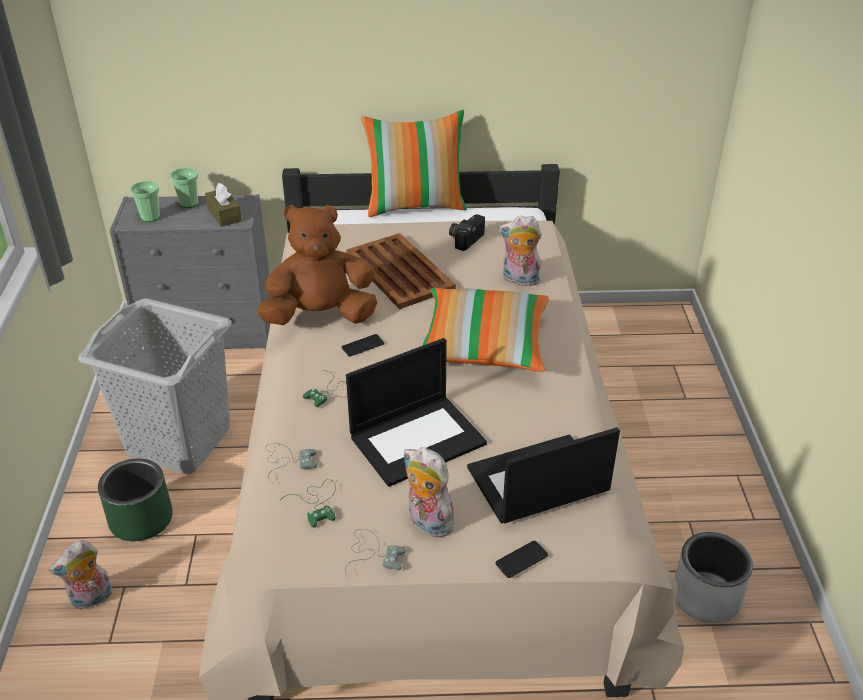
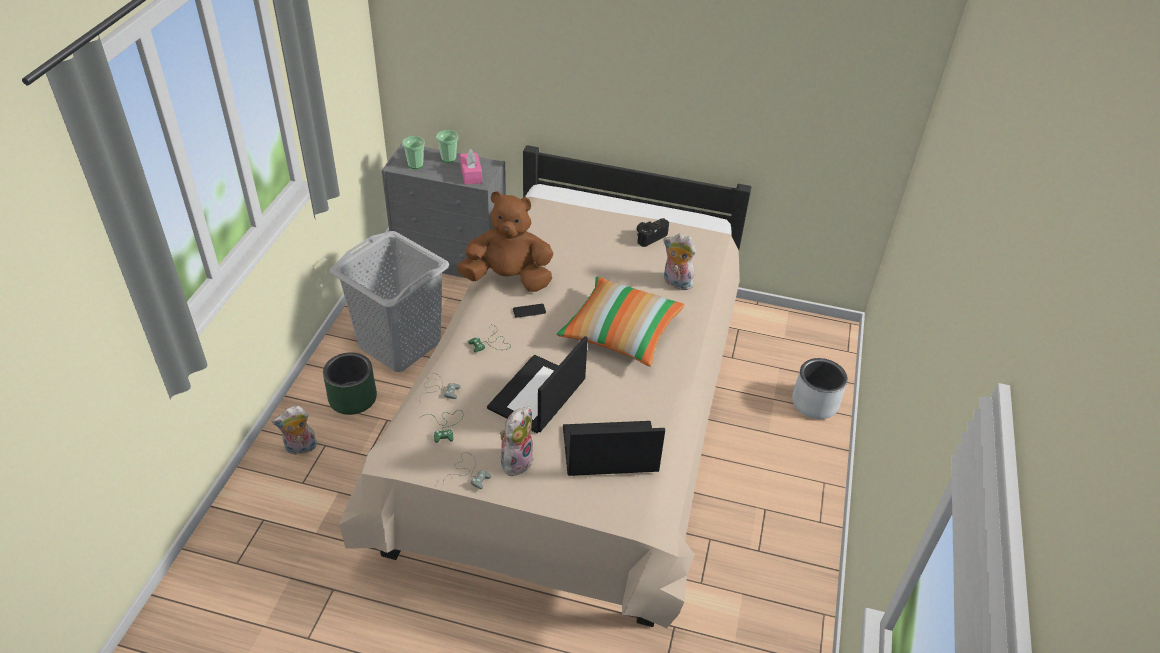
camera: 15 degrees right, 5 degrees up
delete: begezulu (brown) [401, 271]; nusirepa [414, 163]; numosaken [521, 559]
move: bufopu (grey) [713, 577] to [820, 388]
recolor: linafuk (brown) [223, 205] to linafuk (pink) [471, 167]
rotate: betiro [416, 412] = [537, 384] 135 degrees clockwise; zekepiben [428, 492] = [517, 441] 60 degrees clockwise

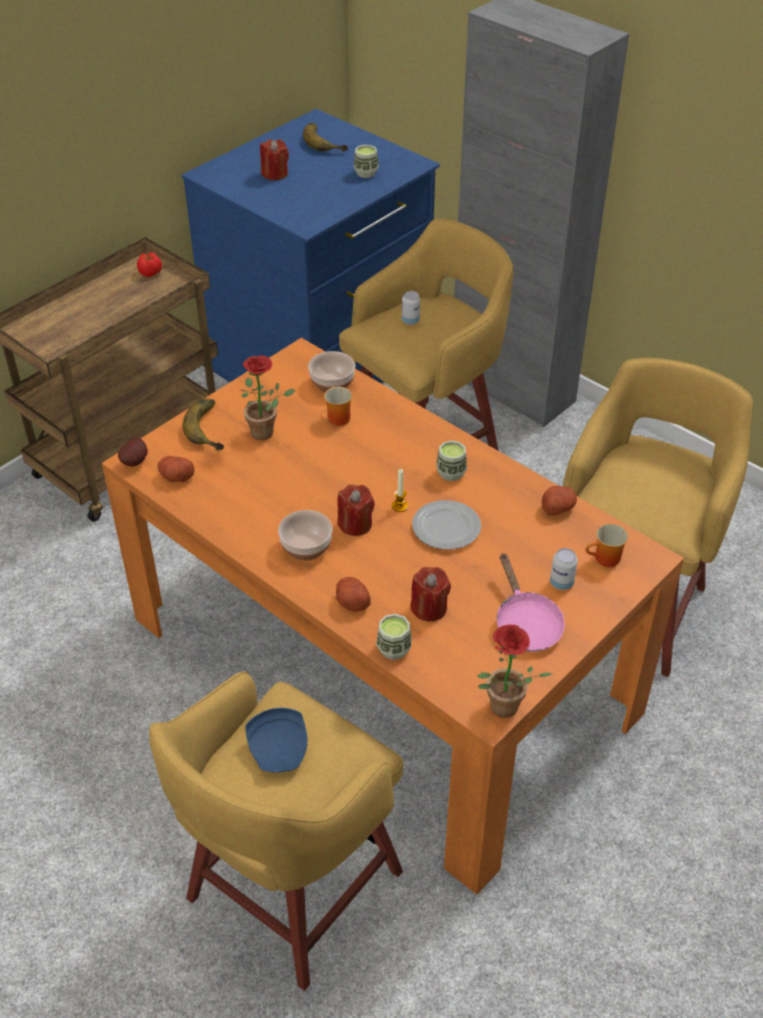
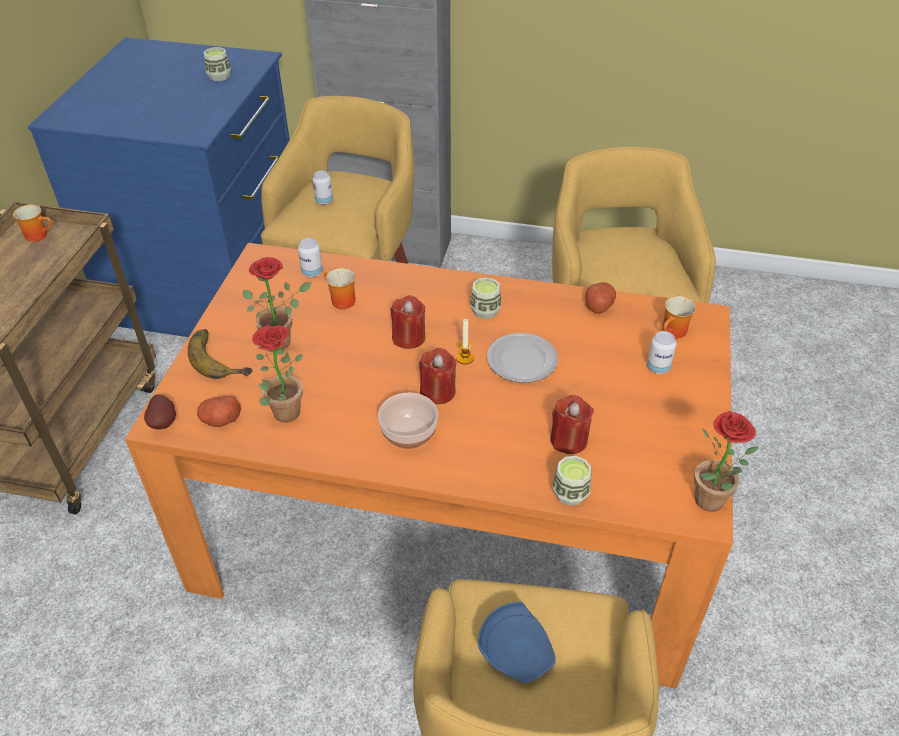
camera: 30 degrees left, 0 degrees up
delete: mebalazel [325, 137]; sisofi [353, 594]; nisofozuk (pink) [531, 602]
insert: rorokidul [277, 373]
move: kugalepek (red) [274, 159] to [407, 322]
replace: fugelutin [149, 265] to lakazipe [33, 223]; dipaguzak [331, 371] to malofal [310, 257]

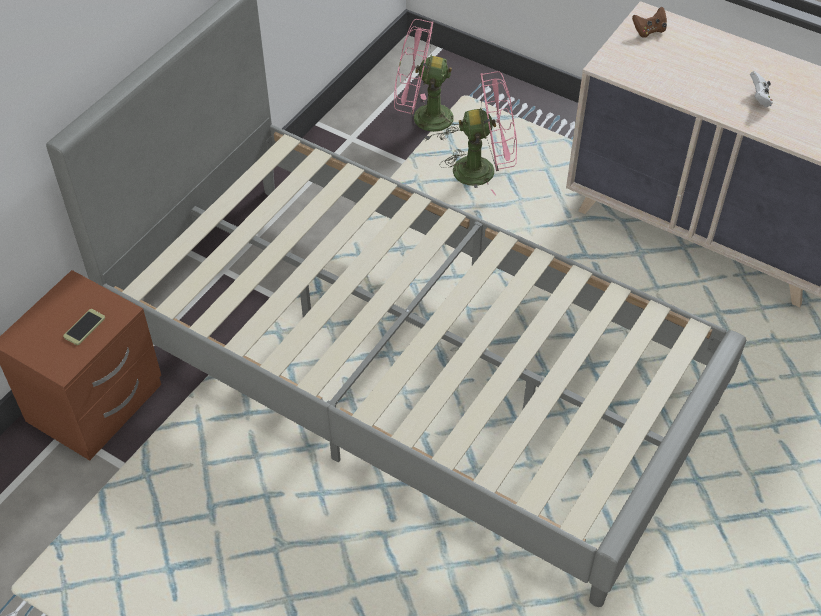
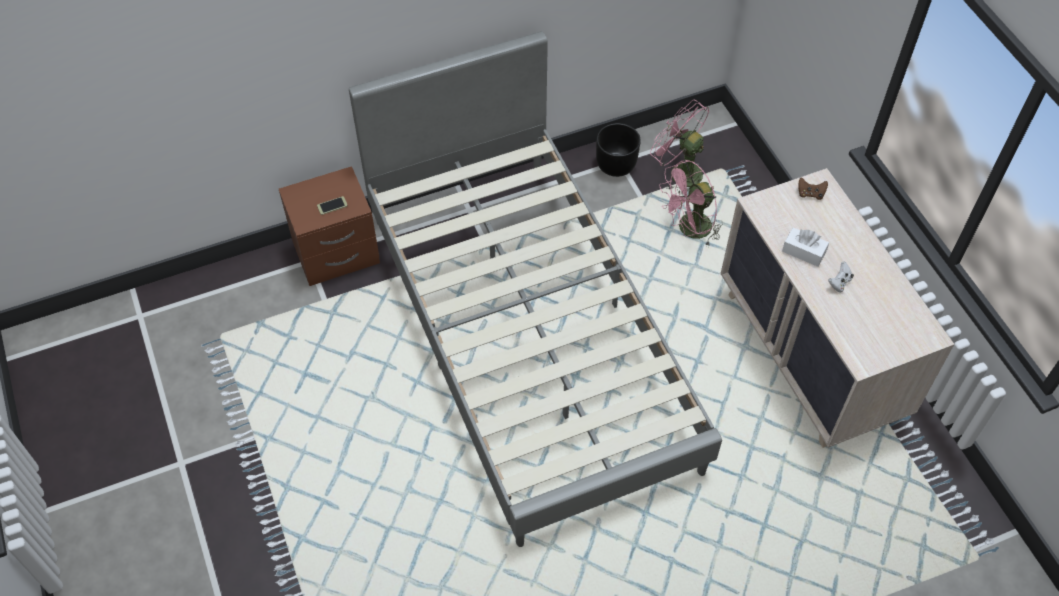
camera: 35 degrees right, 5 degrees up
insert: bufopu (black) [618, 150]; linafuk (white) [805, 247]
rotate: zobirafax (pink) [478, 133] = [691, 203] 120 degrees clockwise

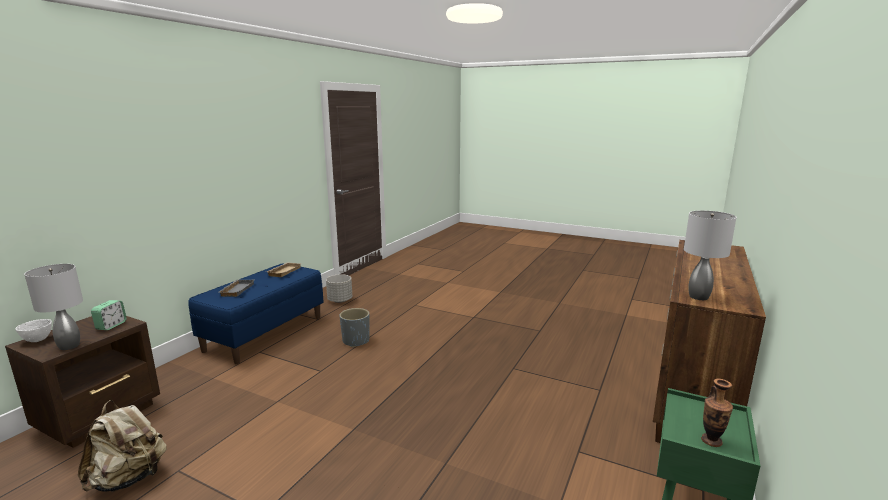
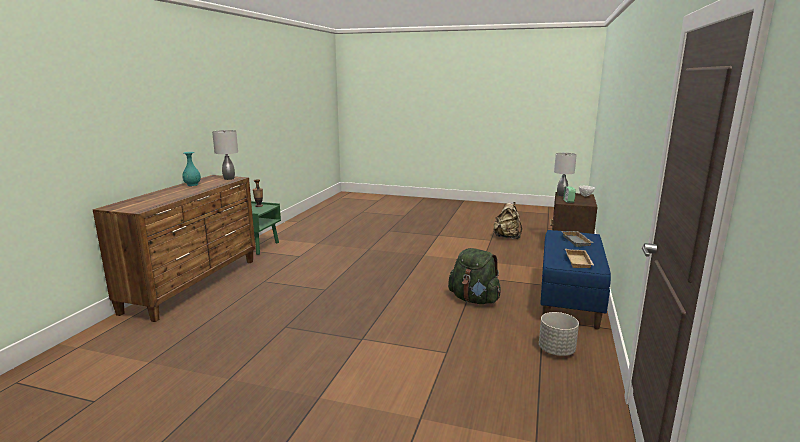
camera: 170 degrees right, 0 degrees up
insert: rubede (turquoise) [191, 169]
replace: bufopu (grey) [355, 327] to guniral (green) [474, 276]

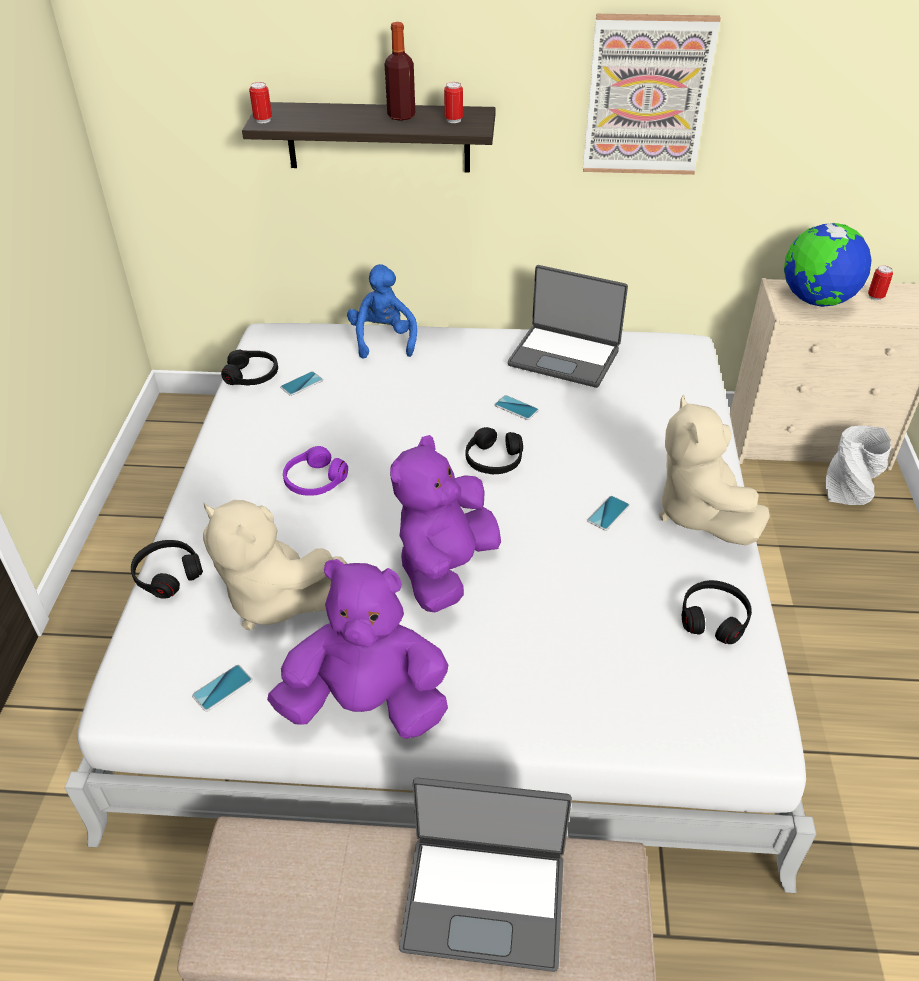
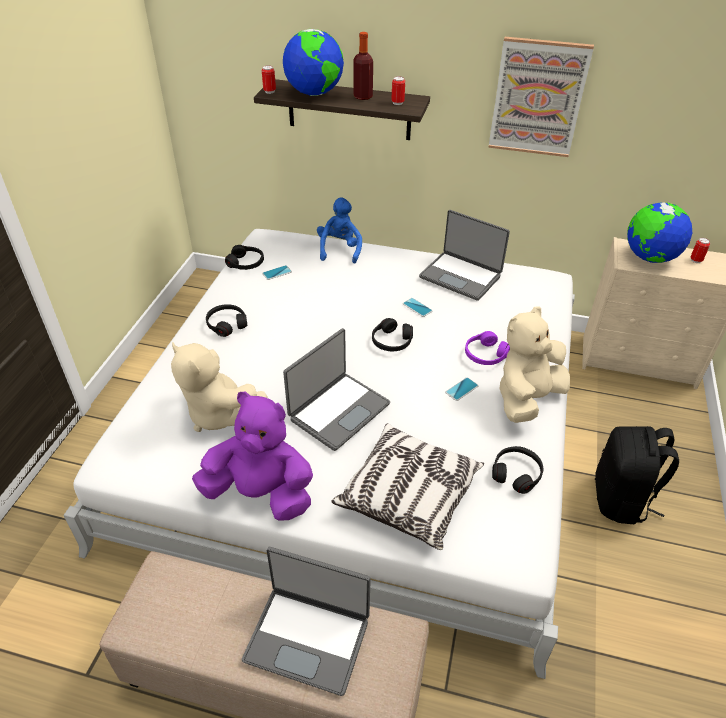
camera: 10 degrees right, 0 degrees up
delete: numosaken [222, 688]; rubede (grey) [858, 465]
insert: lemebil [313, 62]; nusirepa [407, 486]; guniral (black) [637, 475]
move: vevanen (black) [167, 569] to [226, 320]; vevanen (purple) [315, 471] to [487, 348]
replace: zekepiben (purple) [445, 523] to betiro [336, 389]
rotate: zekepiben (beige) [714, 470] = [535, 365] 45 degrees clockwise

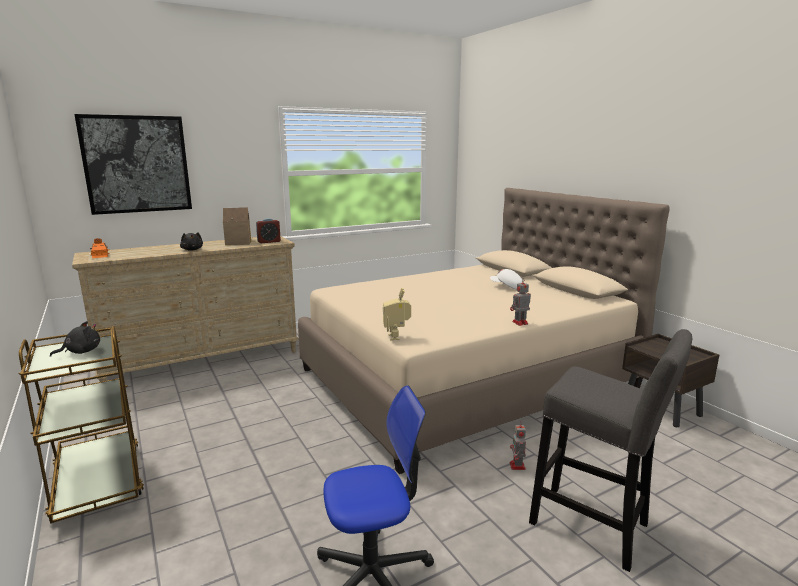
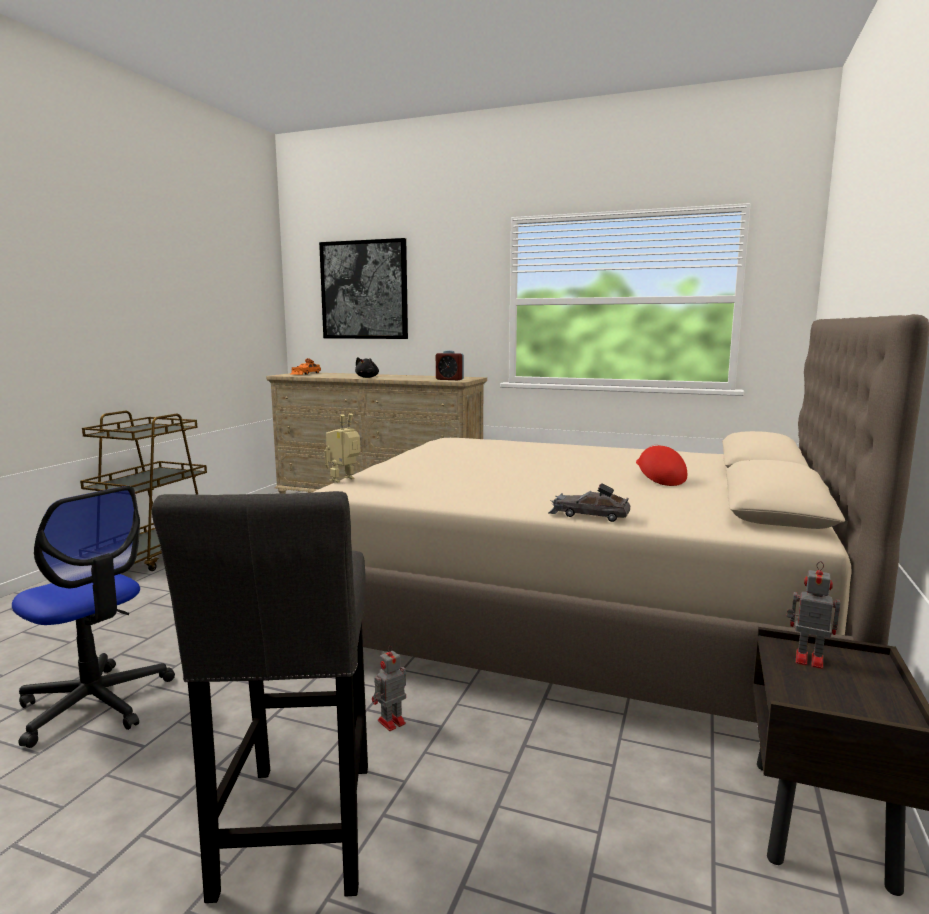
camera: 50 degrees right, 5 degrees down
delete: zekepiben (black) [75, 339]; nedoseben [237, 226]
insert: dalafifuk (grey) [589, 503]
move: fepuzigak [520, 302] to [813, 615]
recolor: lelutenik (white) [506, 279] to lelutenik (red) [661, 465]

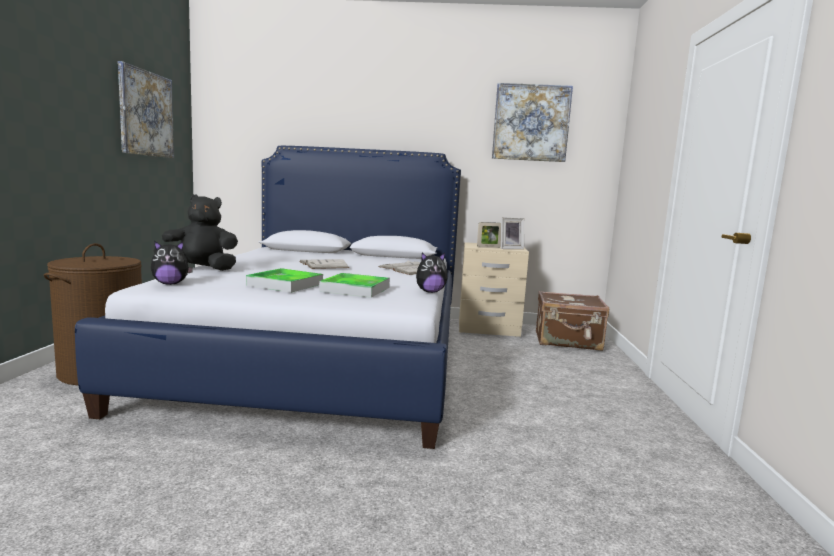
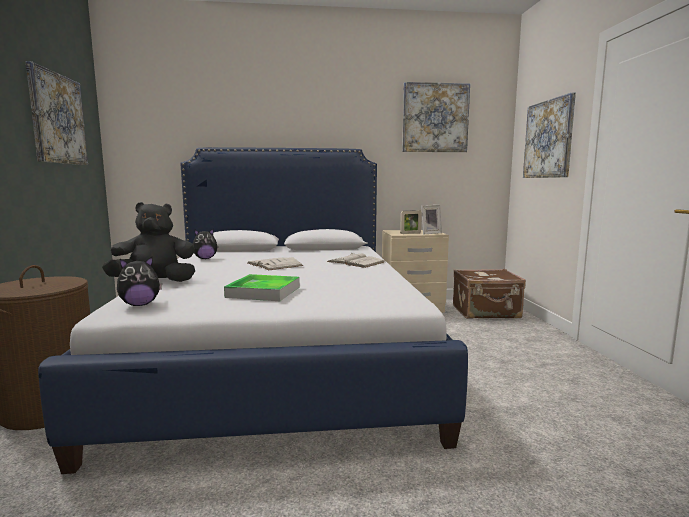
camera: 10 degrees left, 0 degrees up
delete: begezulu [354, 285]
insert: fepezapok [549, 135]
move: zekepiben [432, 273] to [205, 244]

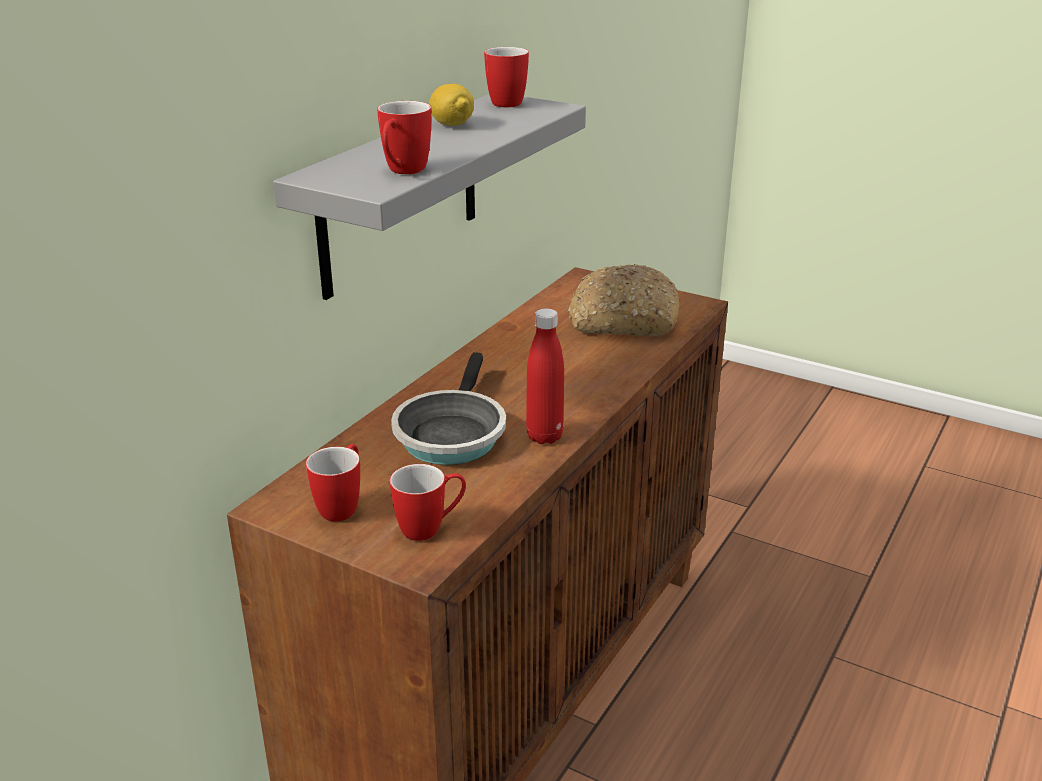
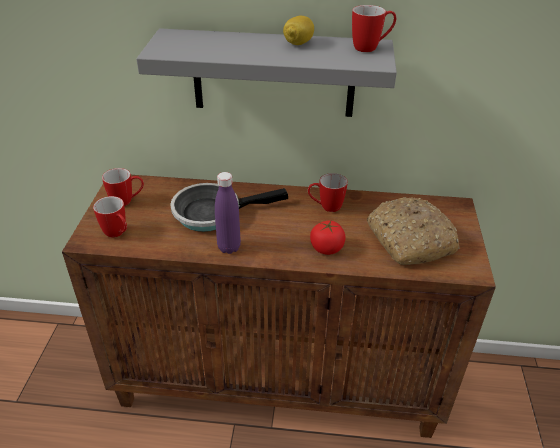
camera: 65 degrees right, 10 degrees up
insert: fugelutin [328, 237]
move: lakazipe [404, 137] to [328, 192]
recolor: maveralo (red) [545, 376] to maveralo (purple) [228, 213]

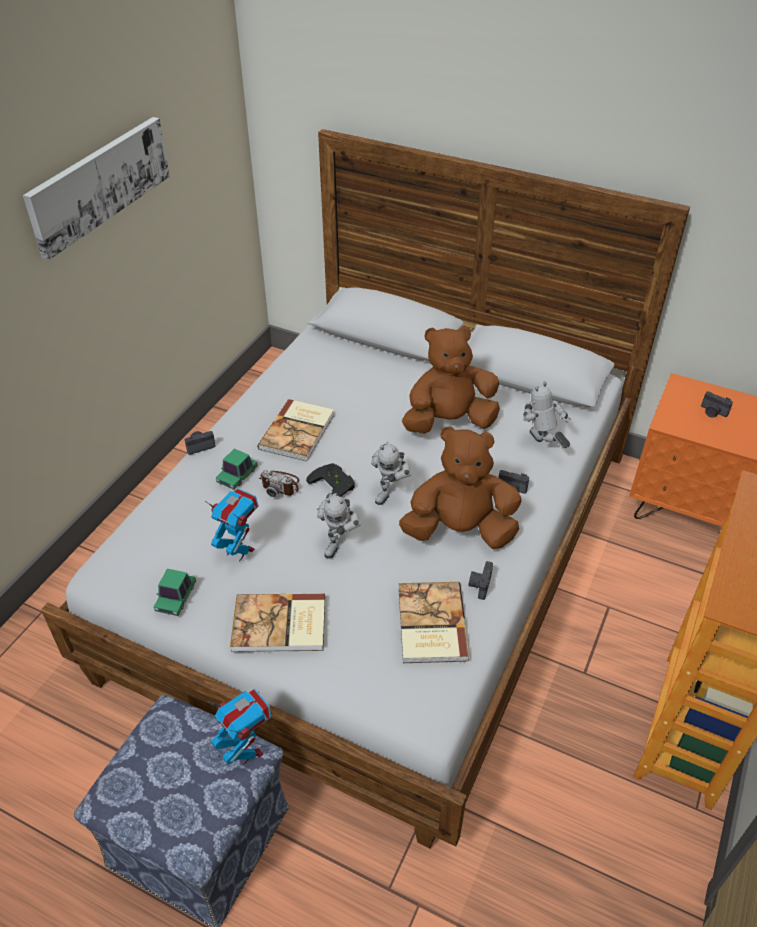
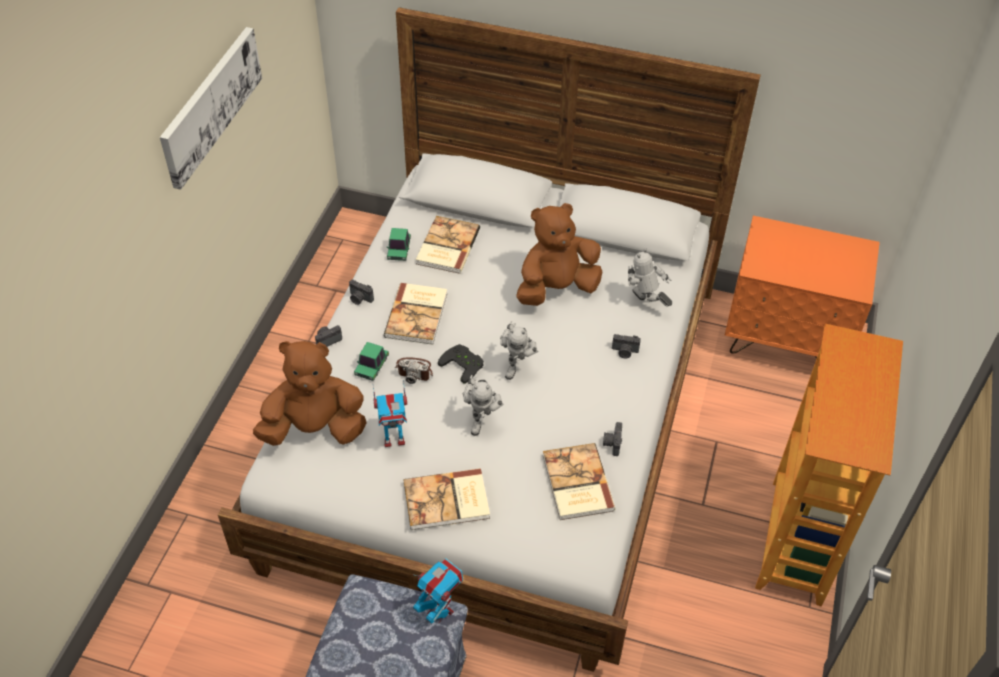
camera: 10 degrees left, 5 degrees up
insert: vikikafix [448, 245]
move: zekepiben (brown) [460, 487] to [310, 393]; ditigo [717, 404] to [361, 292]; dalafifuk [175, 592] to [399, 244]
rotate: fepuzigak [232, 524] = [390, 413] 150 degrees clockwise

